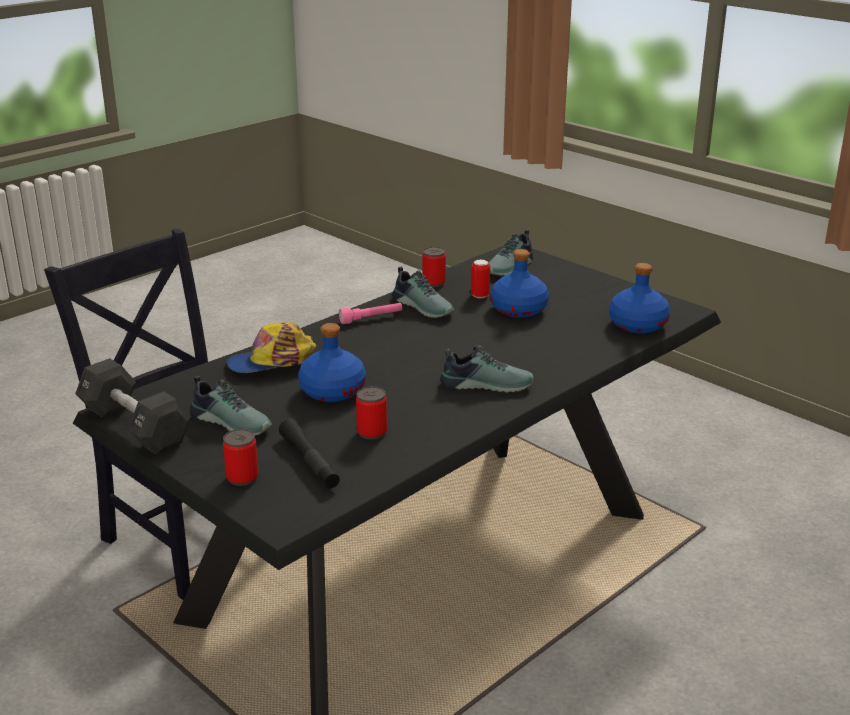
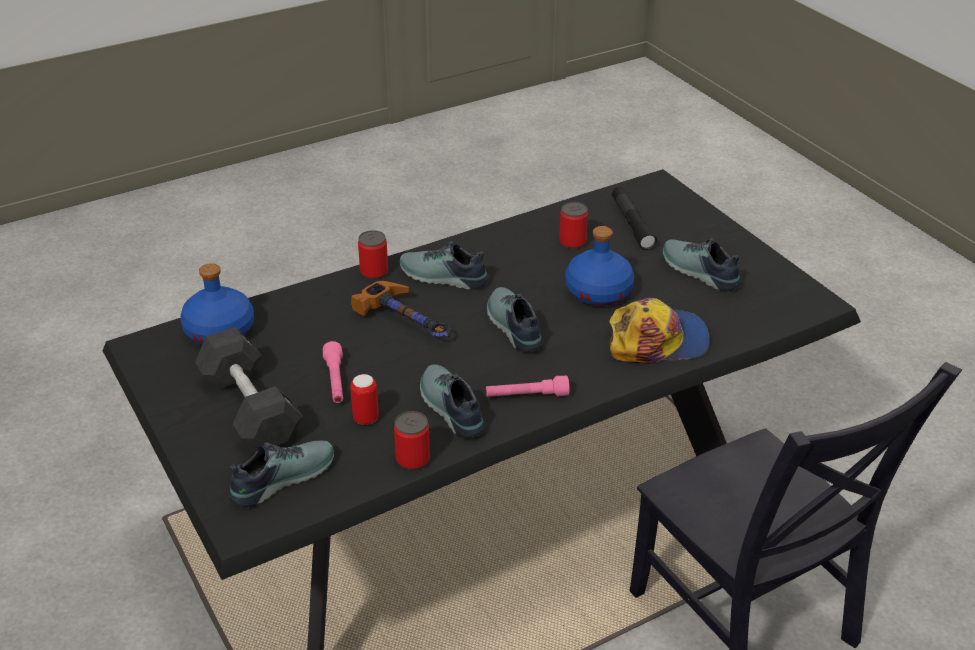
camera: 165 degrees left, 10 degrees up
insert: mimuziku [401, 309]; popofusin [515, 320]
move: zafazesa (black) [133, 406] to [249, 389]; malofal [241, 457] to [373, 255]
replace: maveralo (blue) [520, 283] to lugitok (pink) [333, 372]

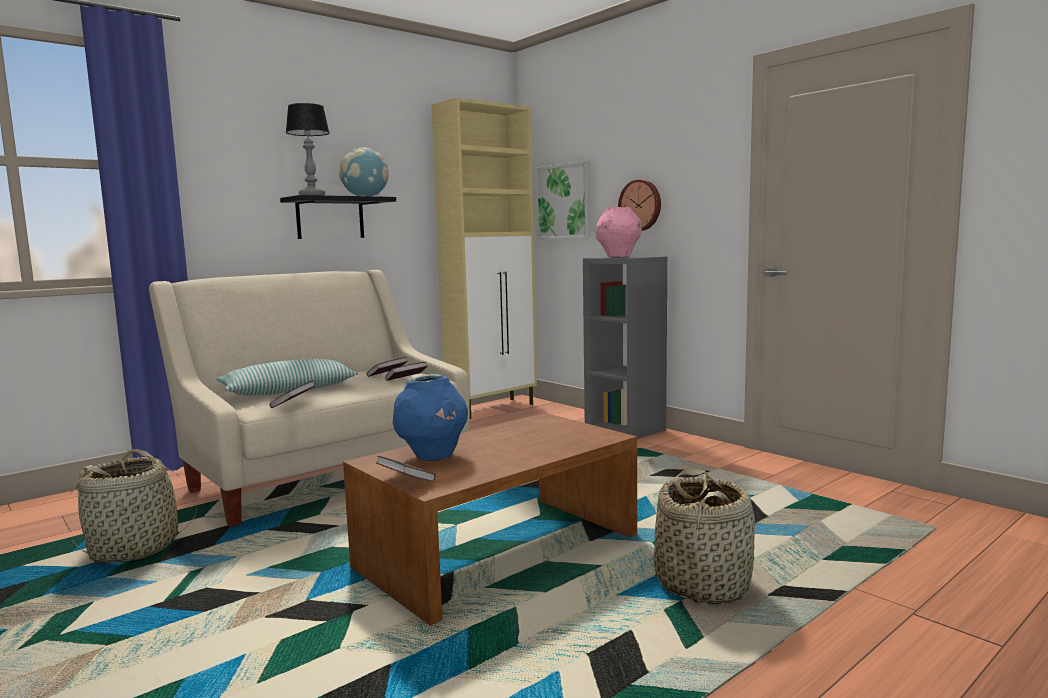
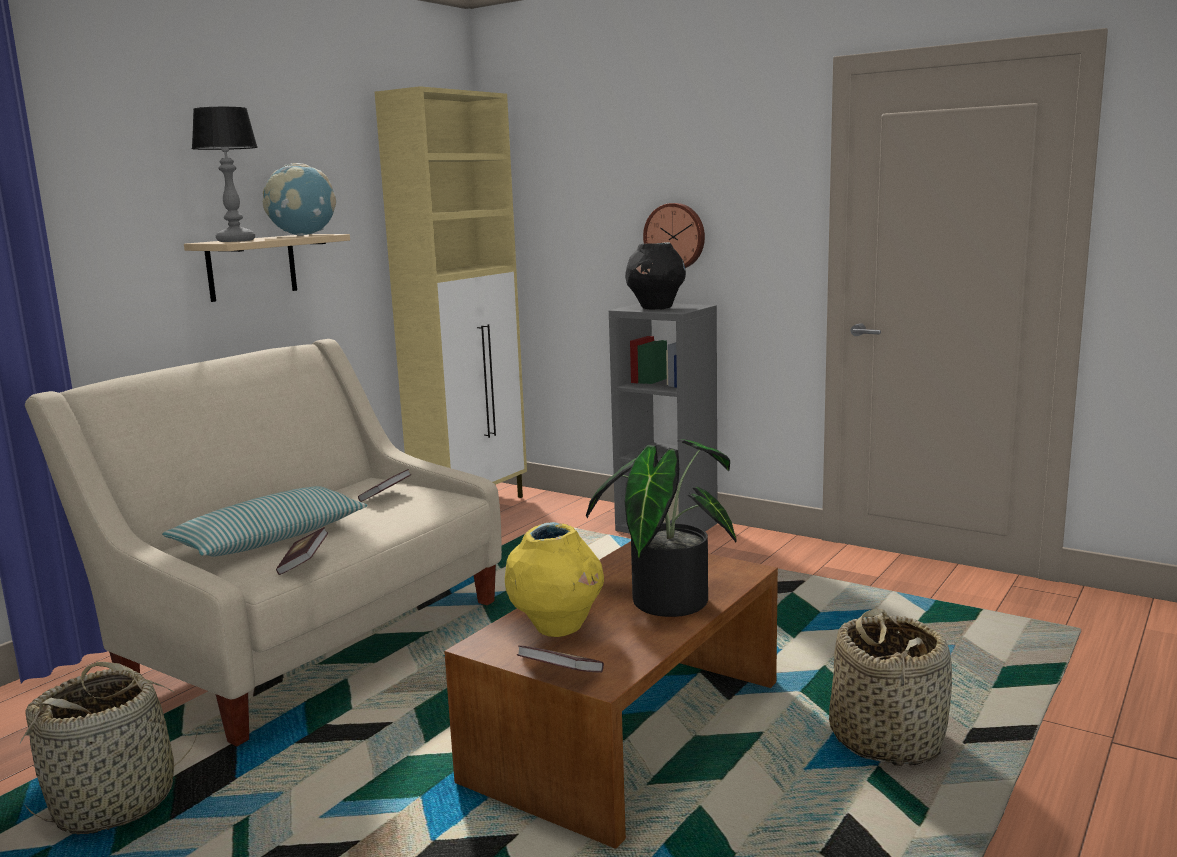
camera: 15 degrees left, 5 degrees up
delete: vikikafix [406, 371]; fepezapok [563, 200]
insert: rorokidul [661, 528]
recolor: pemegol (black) [338, 217] to pemegol (beige) [267, 268]; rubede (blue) [430, 417] to rubede (yellow) [554, 579]; rubede (pink) [619, 232] to rubede (black) [655, 276]

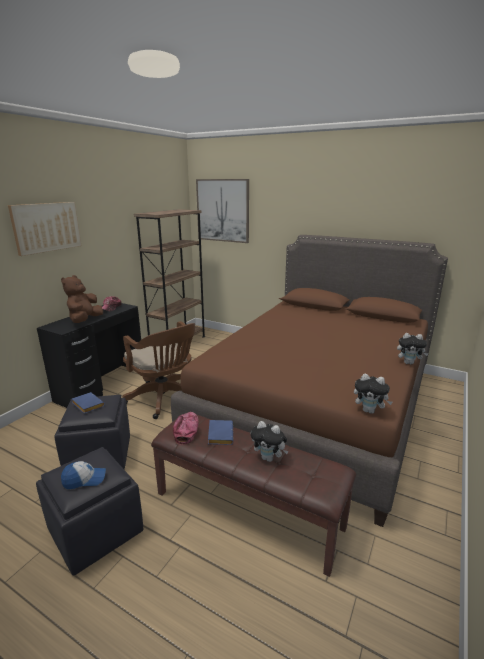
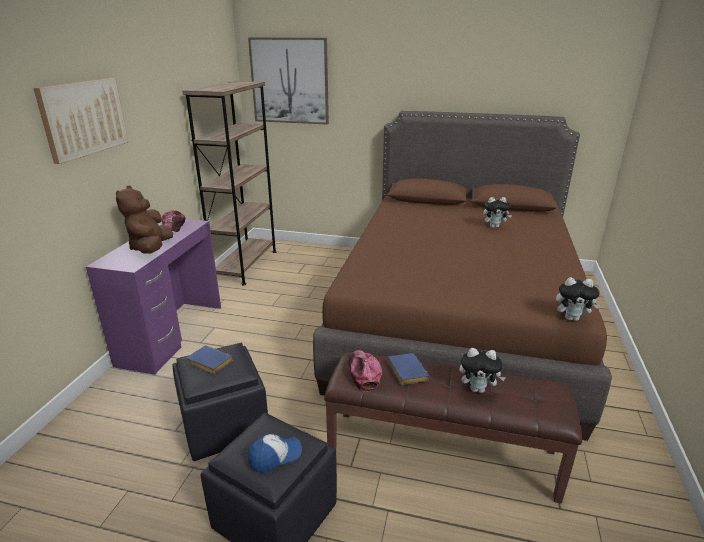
camera: 15 degrees left, 5 degrees up
delete: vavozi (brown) [159, 370]
move: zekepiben [413, 349] to [497, 212]
recolor: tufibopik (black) [89, 355] to tufibopik (purple) [153, 297]

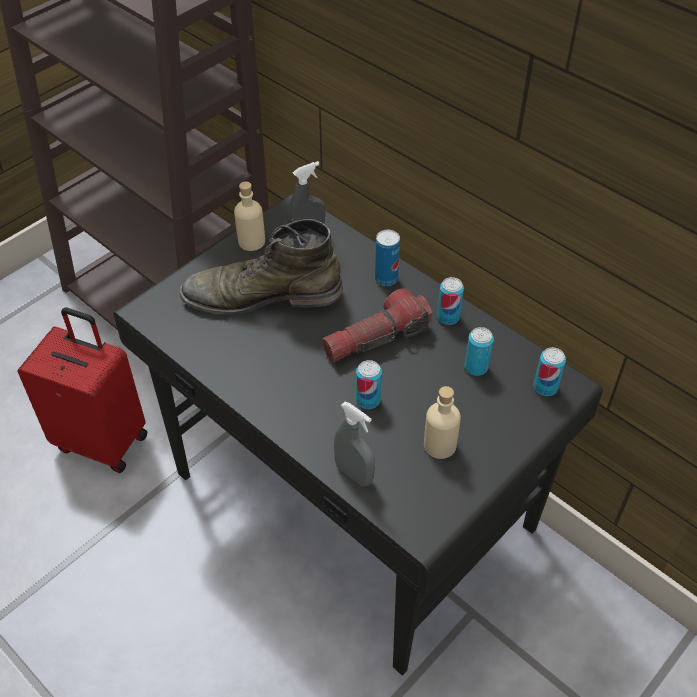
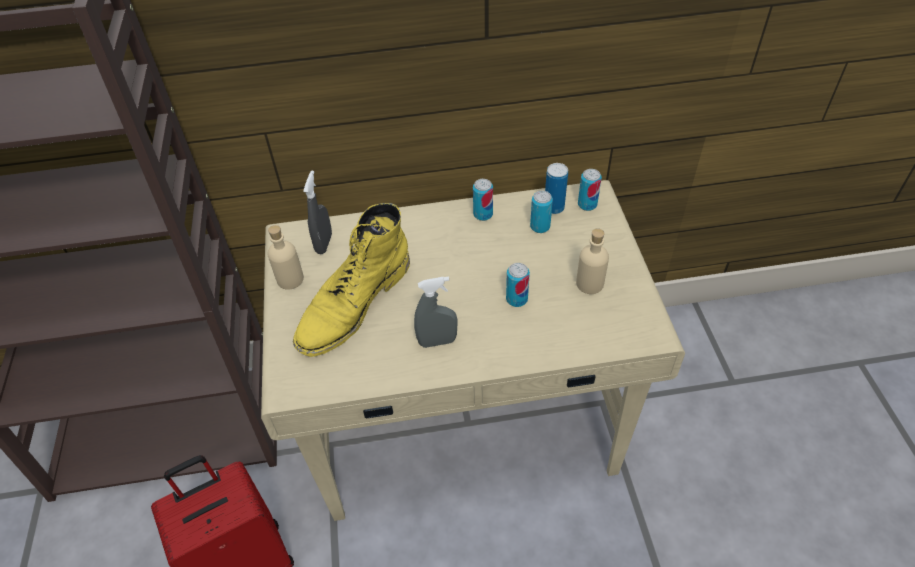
camera: 50 degrees left, 0 degrees up
delete: lugitok [377, 325]
move: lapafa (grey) [354, 444] to [436, 312]; malofal [387, 258] to [556, 188]
recolor: tufibopik (black) [358, 434] to tufibopik (beige) [473, 350]; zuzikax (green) [261, 267] to zuzikax (yellow) [351, 280]

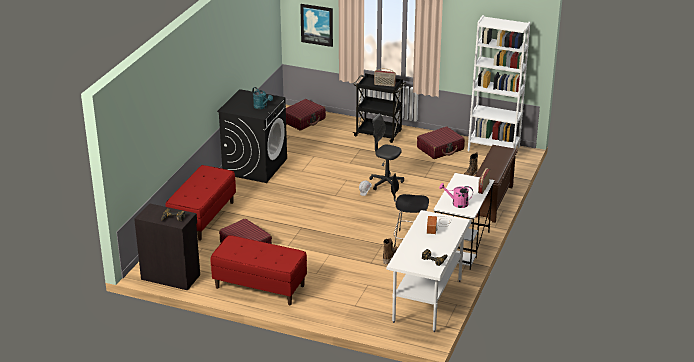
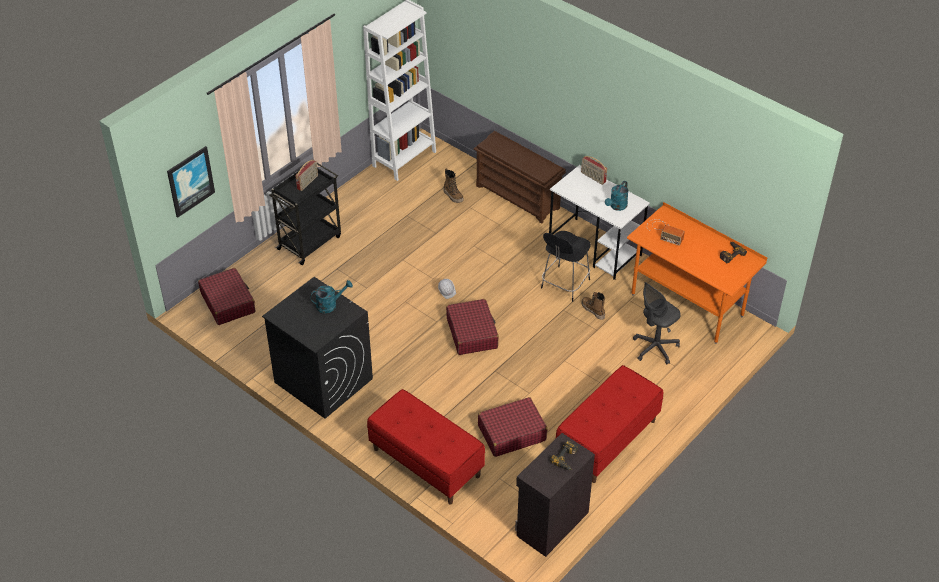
camera: 70 degrees left, 15 degrees up
move: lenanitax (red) [441, 143] to [472, 327]; vavozi (grey) [386, 152] to [657, 323]
recolor: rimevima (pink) [456, 195] to rimevima (turquoise) [617, 196]; tufibopik (white) [429, 271] to tufibopik (orange) [697, 273]

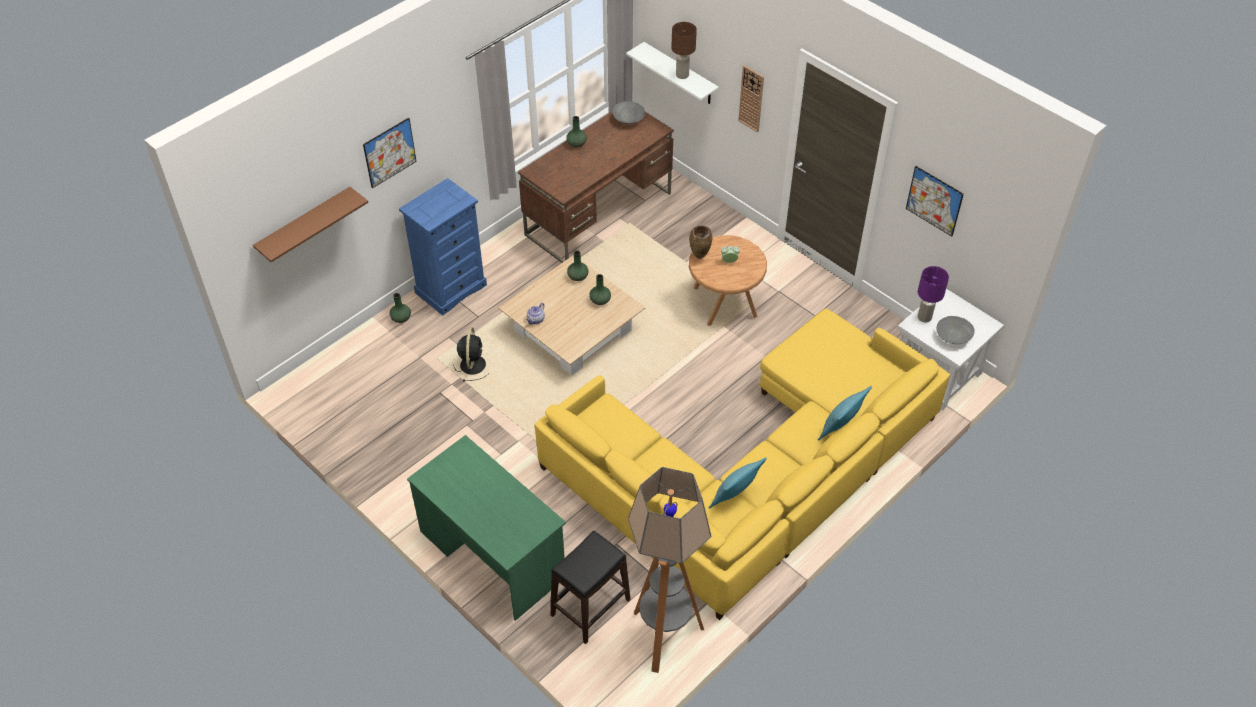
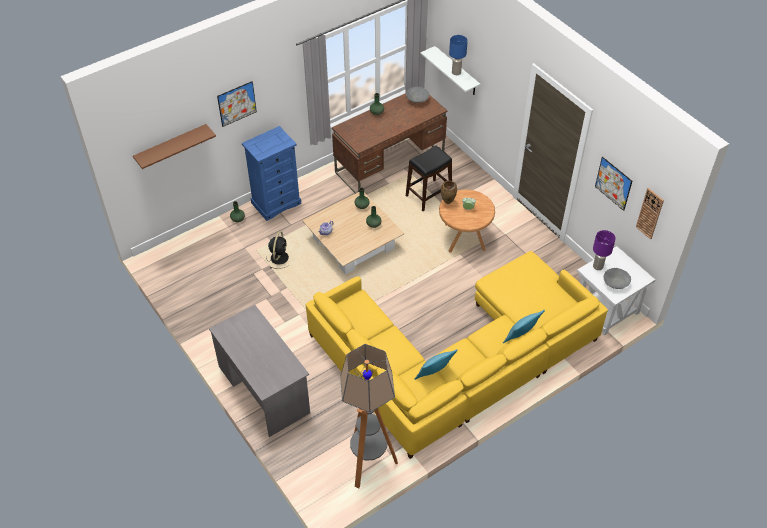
camera: 10 degrees right, 0 degrees up
move: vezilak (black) [591, 587] to [429, 178]; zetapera [751, 99] to [650, 213]
recolor: tufibopik (green) [486, 528] to tufibopik (grey) [259, 371]; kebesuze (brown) [684, 50] to kebesuze (blue) [458, 55]

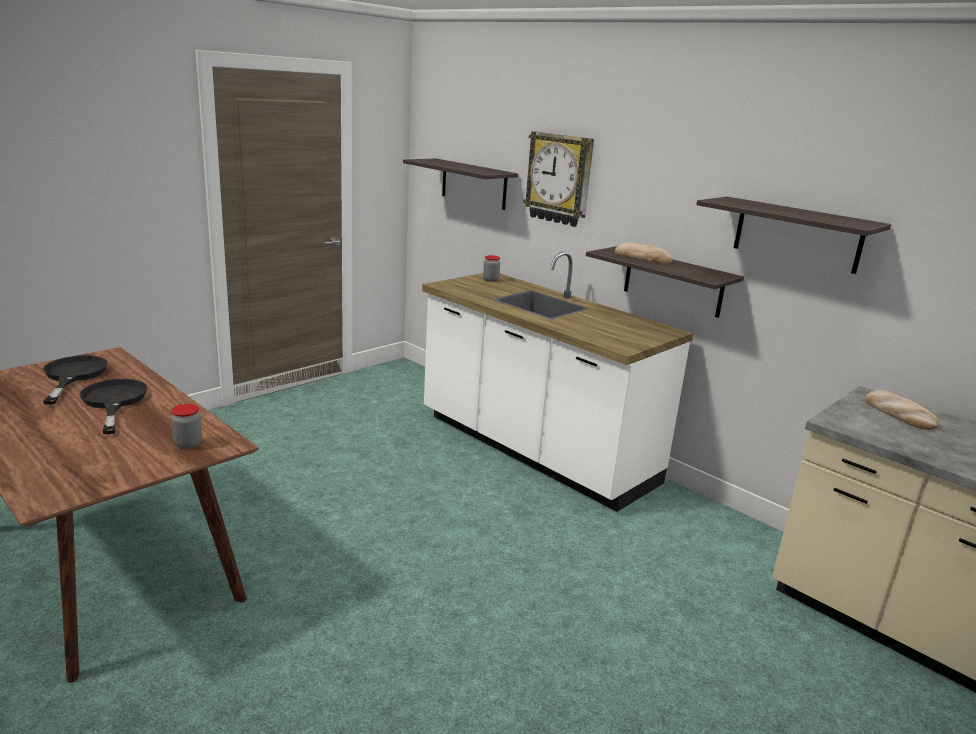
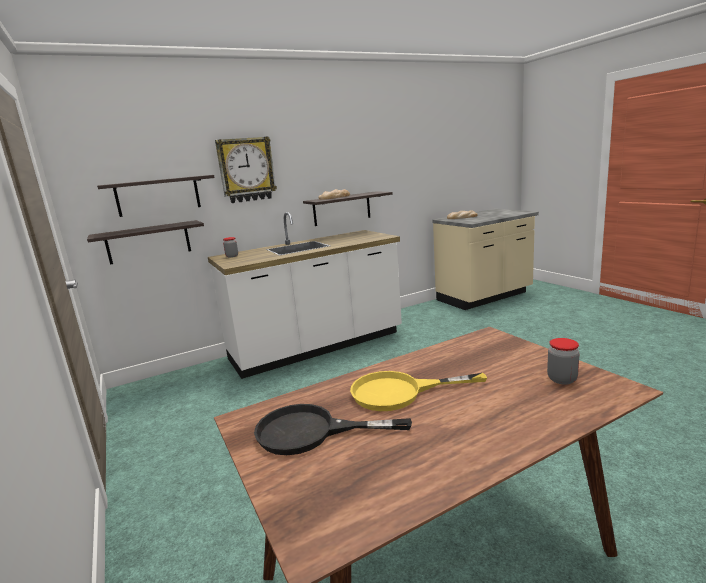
camera: 70 degrees left, 5 degrees down
move: pemegol [793, 235] to [145, 242]; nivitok [186, 426] to [563, 361]
recolor: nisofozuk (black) [113, 406] to nisofozuk (yellow) [418, 391]

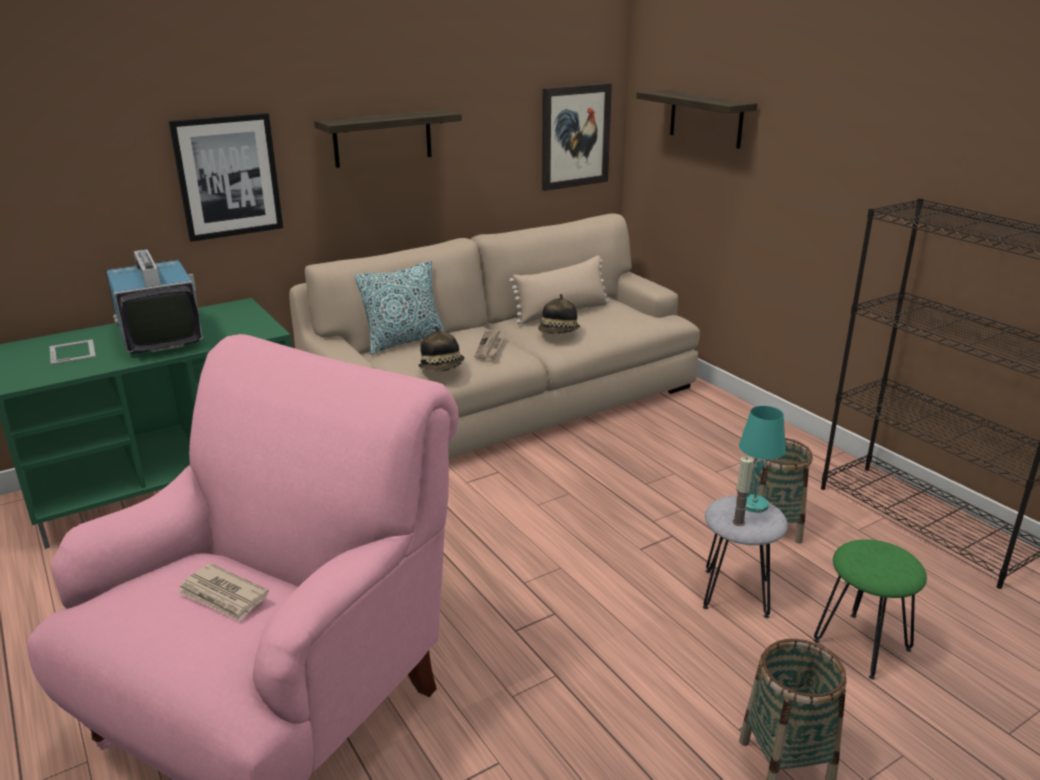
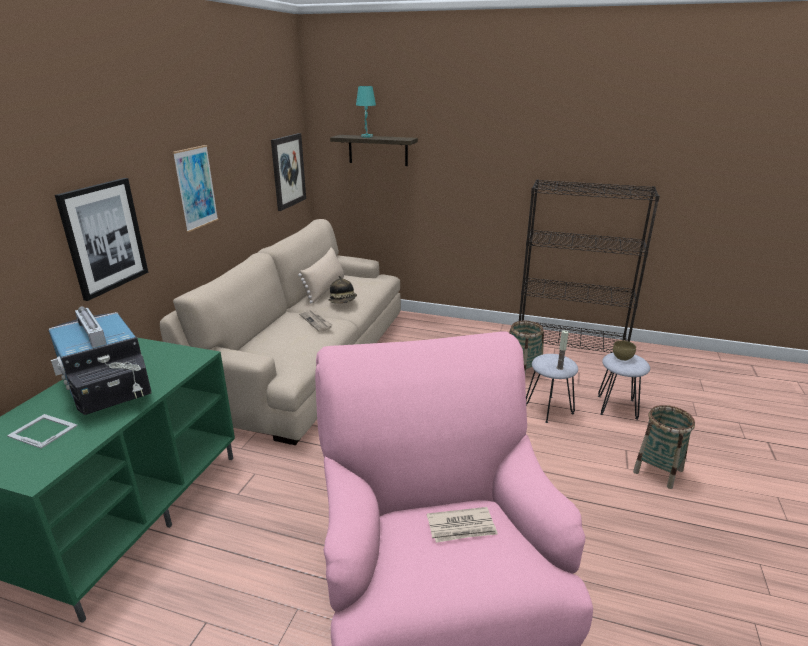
camera: 40 degrees left, 0 degrees up
delete: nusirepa [400, 307]; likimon [441, 349]
insert: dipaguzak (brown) [624, 350]
move: kebesuze (turquoise) [762, 459] to [366, 112]
replace: pemegol [388, 139] to fepezapok [195, 188]
recolor: vezilak (green) [870, 609] to vezilak (grey) [624, 386]
rotate: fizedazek [154, 302] = [100, 361] 150 degrees counterclockwise

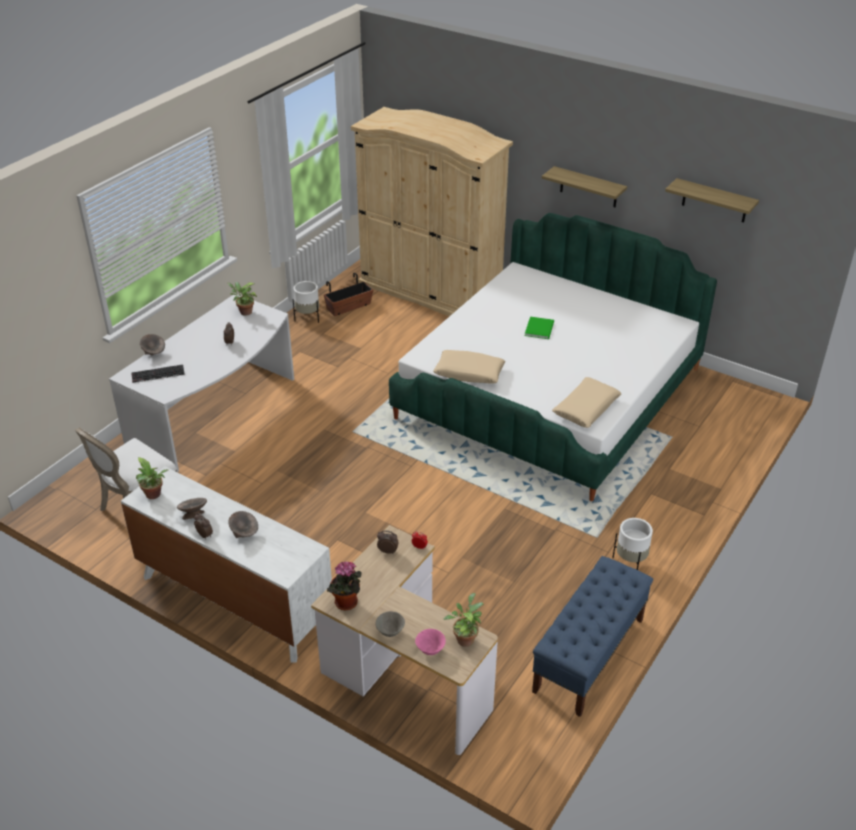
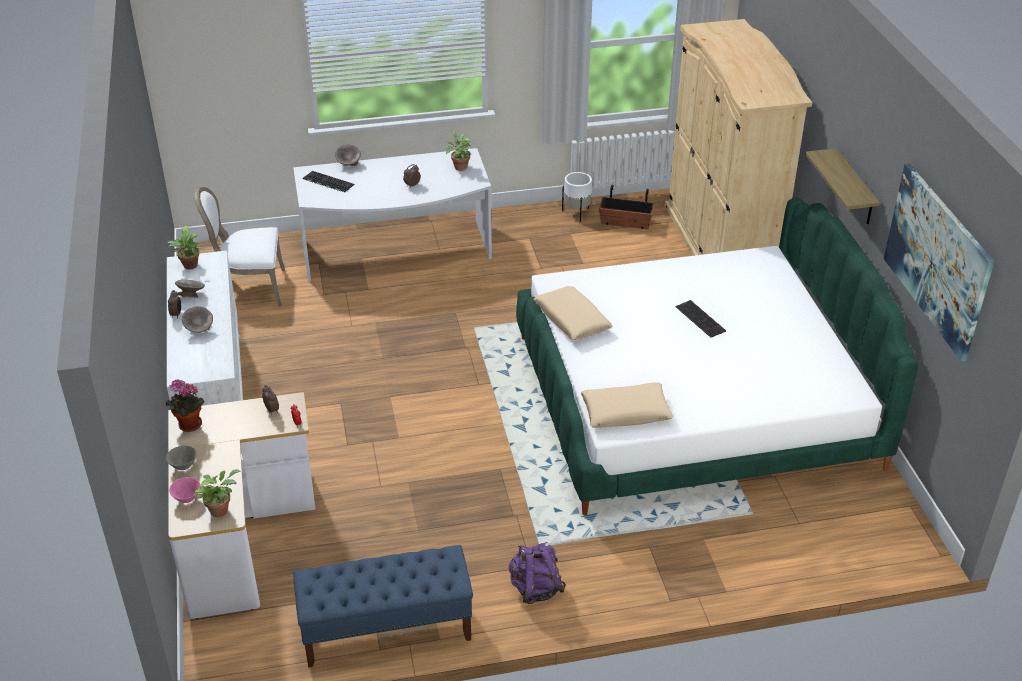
camera: 45 degrees right, 0 degrees up
replace: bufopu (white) [632, 544] to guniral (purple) [537, 573]; vikikafix (green) [539, 327] to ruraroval [701, 319]; pemegol [712, 200] to fepezapok [939, 262]

